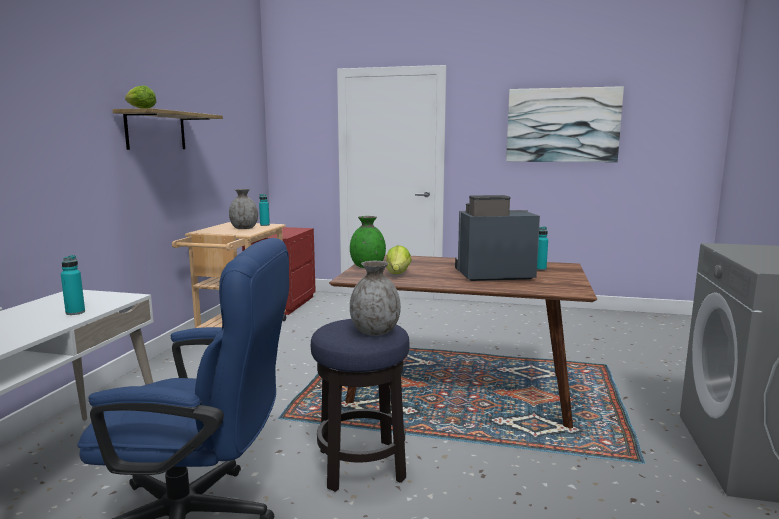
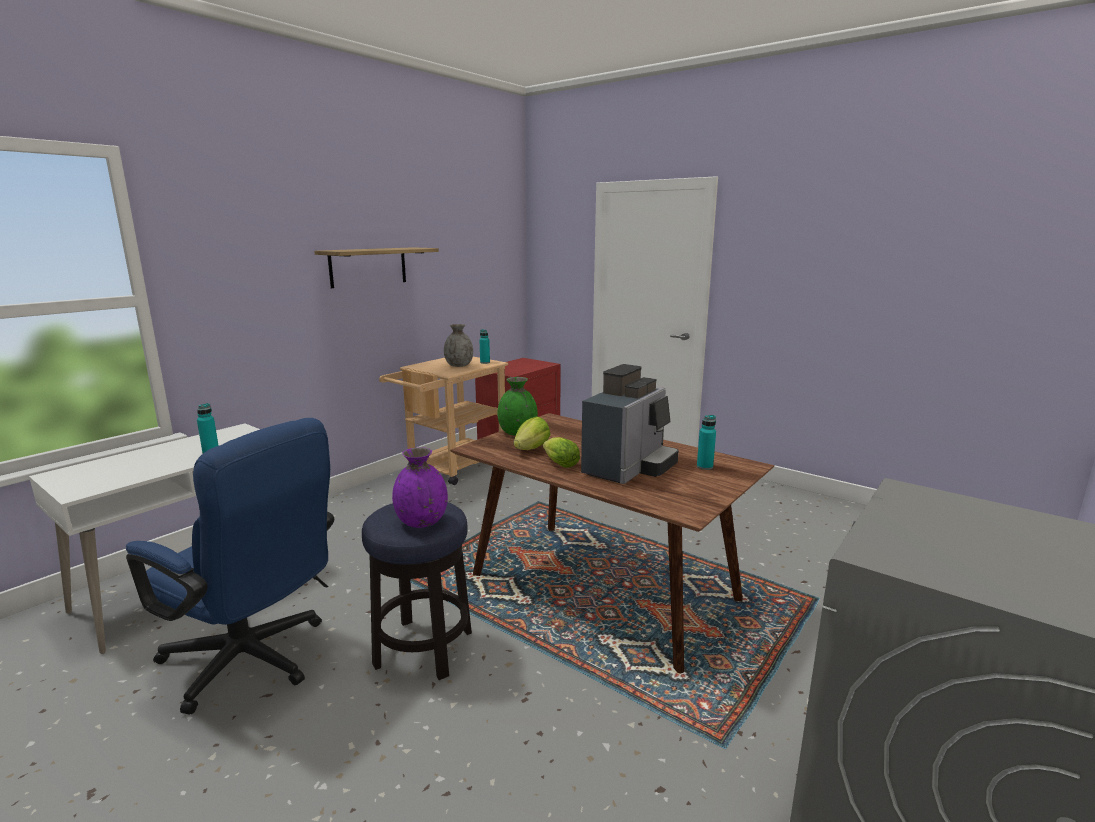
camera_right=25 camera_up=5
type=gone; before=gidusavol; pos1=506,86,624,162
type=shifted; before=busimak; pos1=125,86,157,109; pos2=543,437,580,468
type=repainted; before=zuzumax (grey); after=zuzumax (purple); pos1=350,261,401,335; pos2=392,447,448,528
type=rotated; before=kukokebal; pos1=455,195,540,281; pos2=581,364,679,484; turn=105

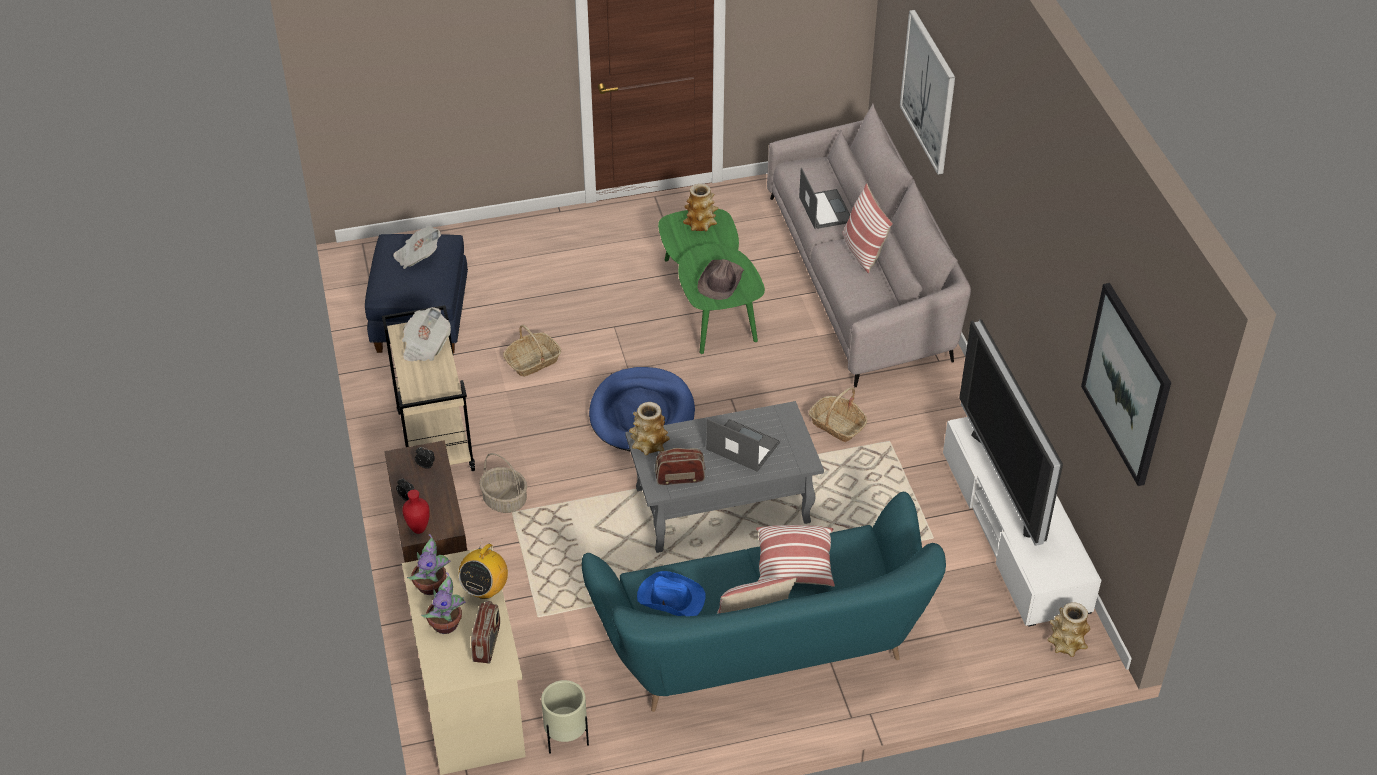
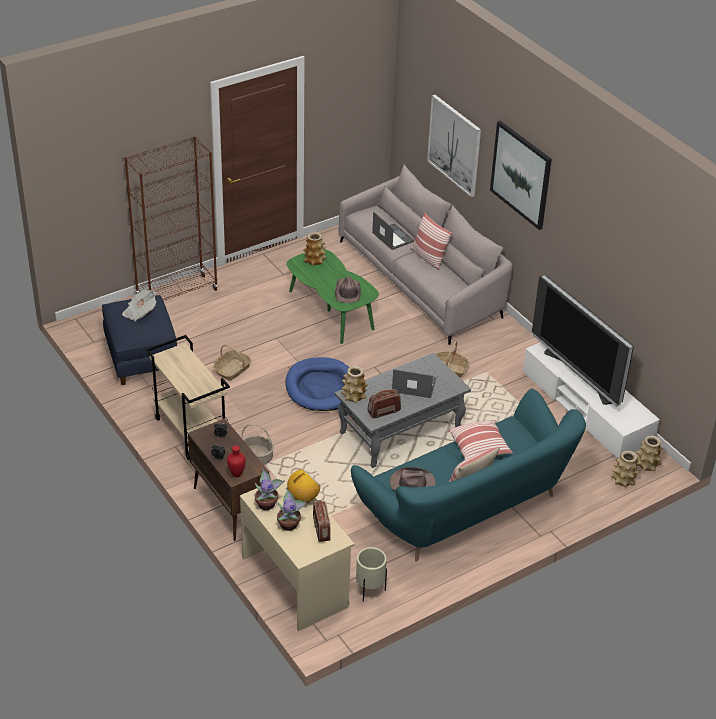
camera_right=-20 camera_up=-5
type=gone; before=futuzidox; pos1=402,307,451,361
type=new; after=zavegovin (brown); pos2=124,136,218,301
type=new; after=zuzumax; pos2=611,451,639,487
type=shifted; before=gidusavol; pos1=1081,283,1171,486; pos2=490,121,552,230
type=repainted; before=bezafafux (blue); after=bezafafux (brown); pos1=637,571,706,616; pos2=390,467,436,490
type=rotated; before=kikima; pos1=459,538,508,599; pos2=287,469,320,504; turn=-135

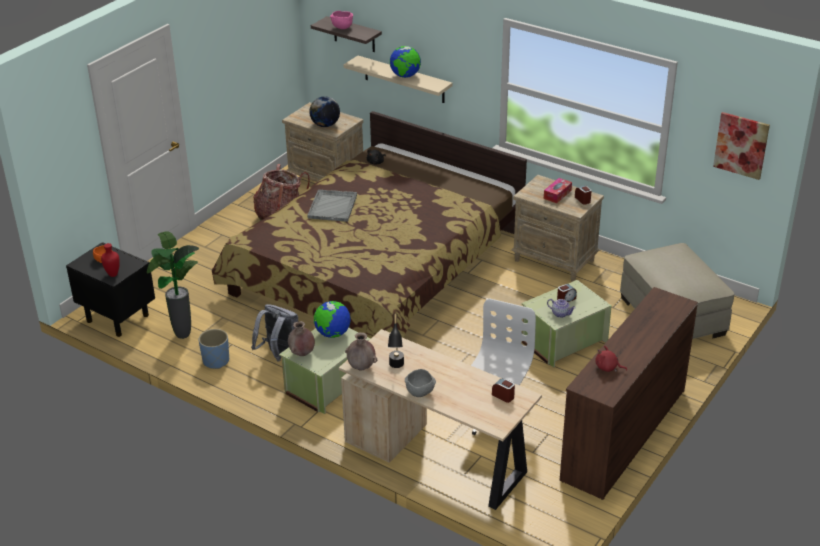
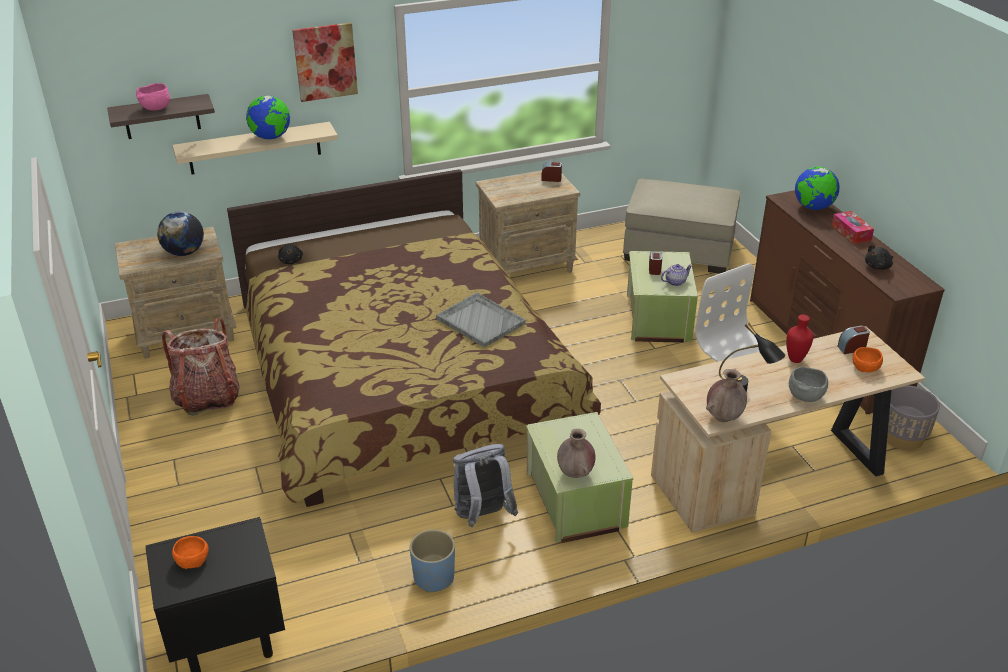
camera_right=-55 camera_up=0
type=gone; before=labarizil; pos1=147,232,199,339
type=new; after=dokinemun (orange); pos2=853,347,883,372
type=new; after=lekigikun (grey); pos2=887,385,940,450
type=shifted; before=zuzumax (red); pos1=101,243,120,277; pos2=786,314,813,363
type=shifted; before=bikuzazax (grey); pos1=307,190,357,222; pos2=436,293,526,347
type=shifted; before=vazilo; pos1=314,301,351,338; pos2=795,167,840,210
type=shifted; before=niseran; pos1=544,178,572,203; pos2=832,211,874,244
type=shifted; before=gidusavol; pos1=713,112,770,180; pos2=292,23,358,102
type=repainted; before=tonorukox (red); after=tonorukox (black); pos1=595,346,627,372; pos2=865,245,893,270

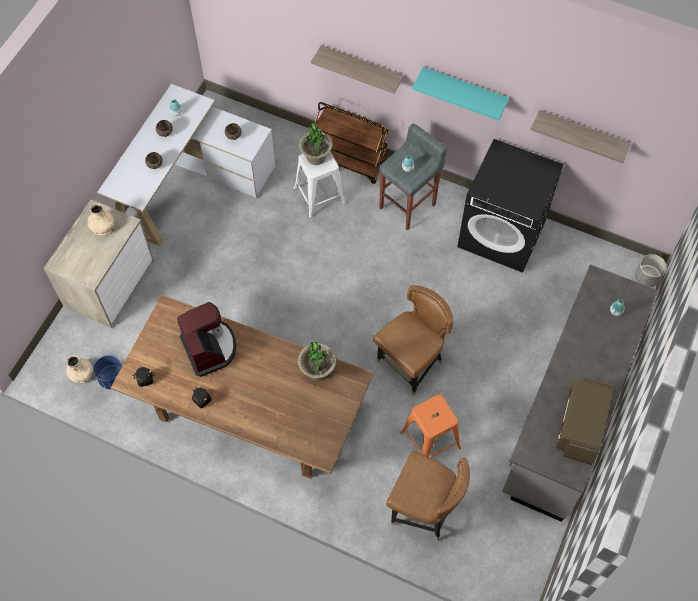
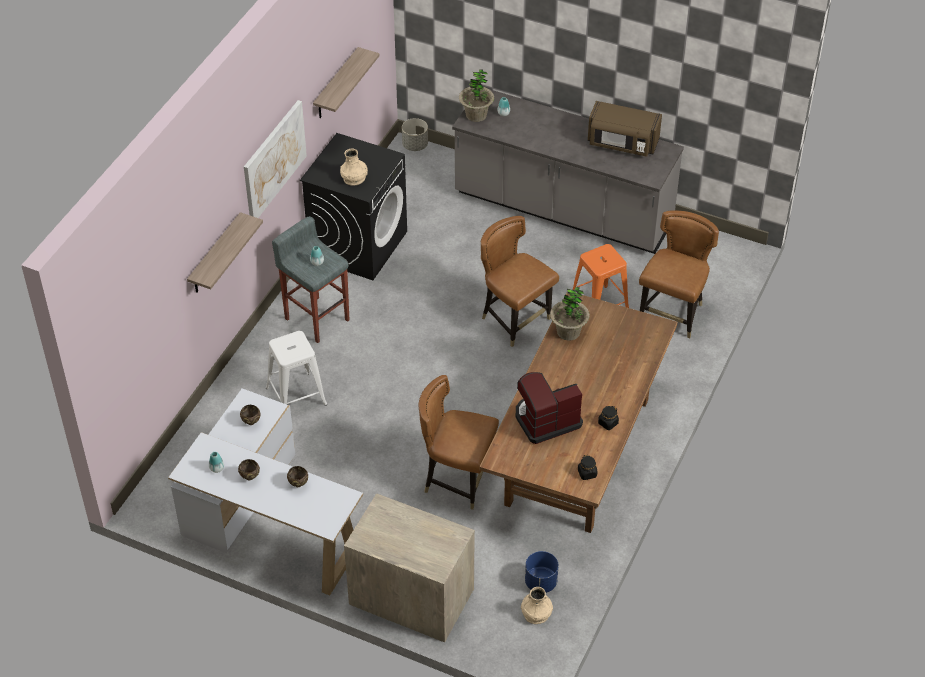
camera_right=-90 camera_up=-15
type=gone; before=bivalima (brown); pos1=315,102,389,184
type=new; after=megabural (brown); pos2=419,375,499,510
type=shifted; before=zuzumax (beige); pos1=88,203,114,236; pos2=340,149,368,186
type=shifted; before=labarizil; pos1=299,123,333,165; pos2=459,69,494,122
type=swapped; before=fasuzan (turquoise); after=gidusavol; pos1=412,67,509,121; pos2=244,100,307,218

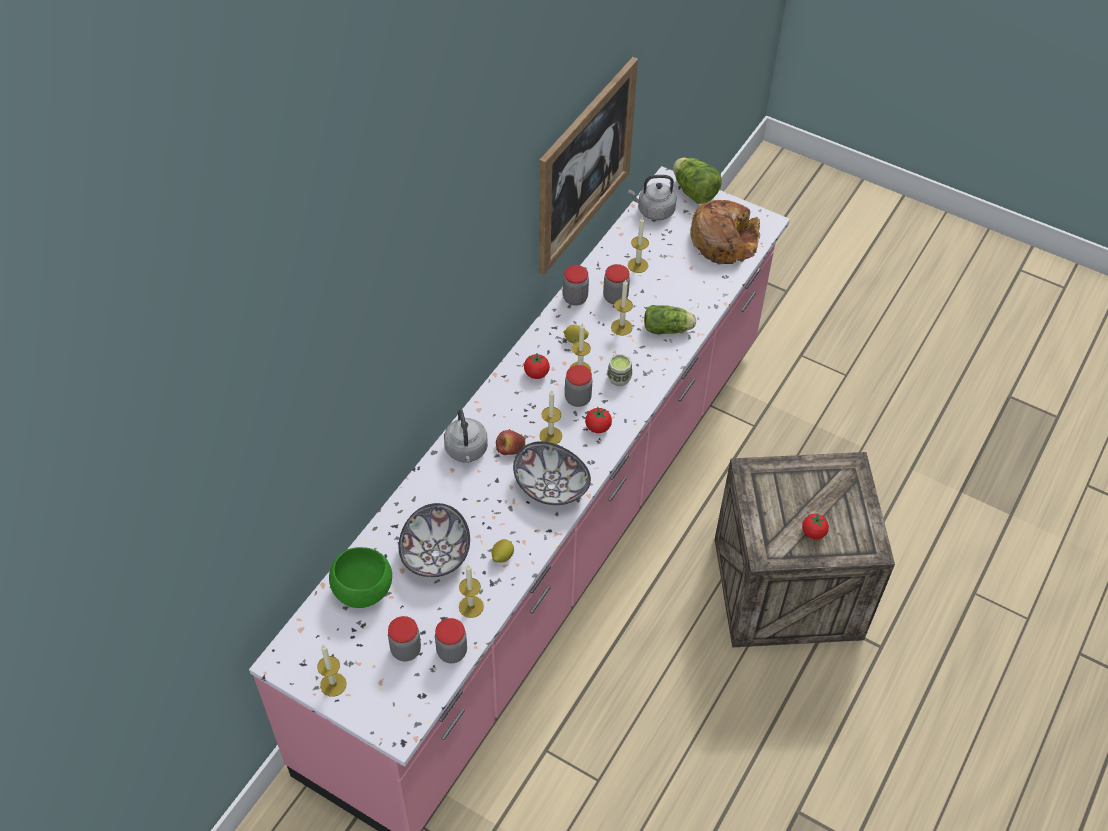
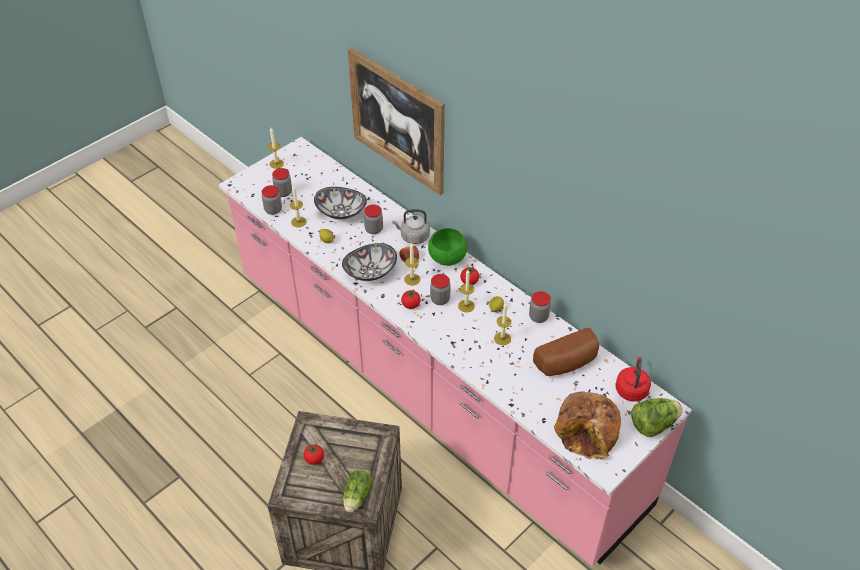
camera_right=105 camera_up=-5
type=gone; before=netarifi; pos1=607,354,632,386
type=shifted; before=dokinemun (green); pos1=329,547,392,608; pos2=428,228,467,266
type=shifted; before=gidusavol; pos1=539,57,638,275; pos2=348,48,445,195
type=shifted; before=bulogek; pos1=603,264,630,304; pos2=364,205,383,234
type=shifted; before=busimak; pos1=644,305,696,334; pos2=343,470,373,513
type=swapped; before=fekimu; after=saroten; pos1=628,216,649,273; pos2=533,328,599,376
type=repainted; before=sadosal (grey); after=sadosal (red); pos1=628,175,677,220; pos2=615,357,651,402

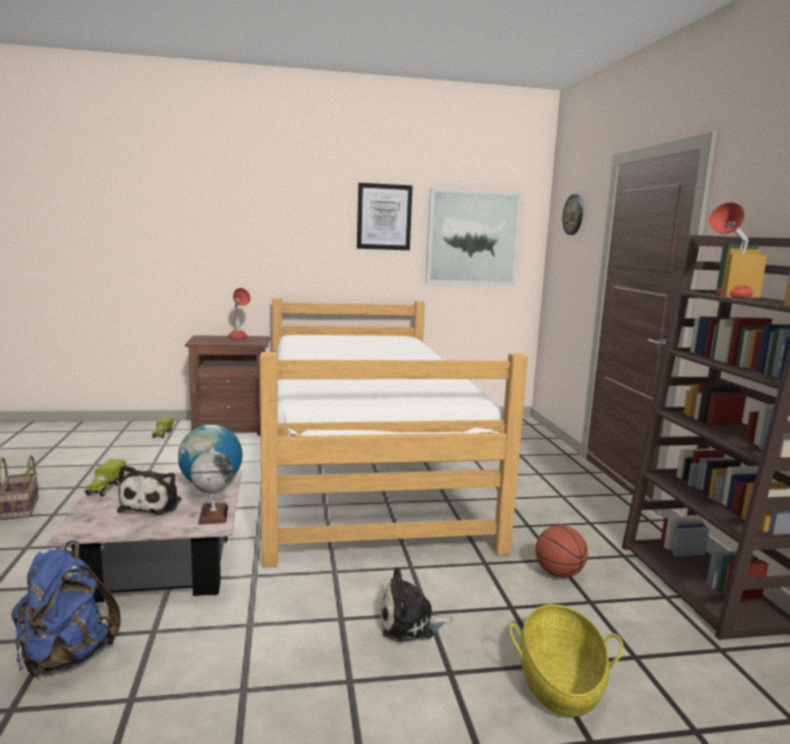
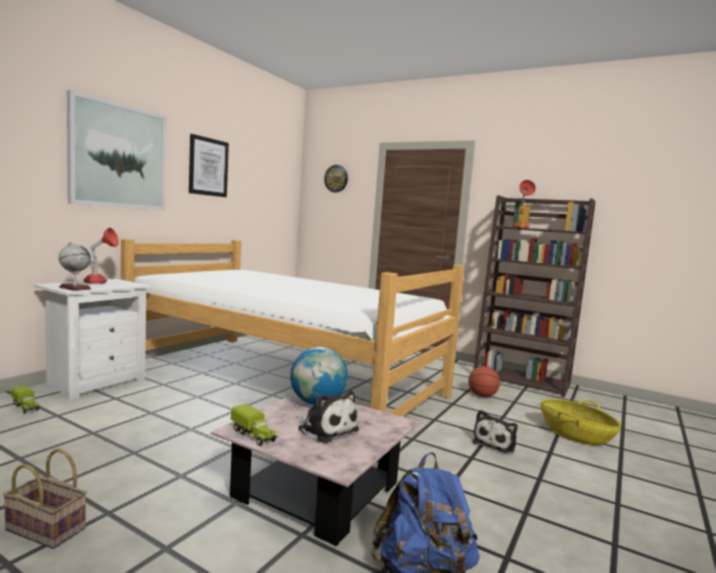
camera_right=-50 camera_up=-5
type=shifted; before=vazilo; pos1=190,447,234,525; pos2=59,242,91,291
type=shifted; before=gidusavol; pos1=425,188,522,286; pos2=67,90,166,211
type=repainted; before=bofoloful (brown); after=bofoloful (white); pos1=185,335,269,436; pos2=34,279,151,400

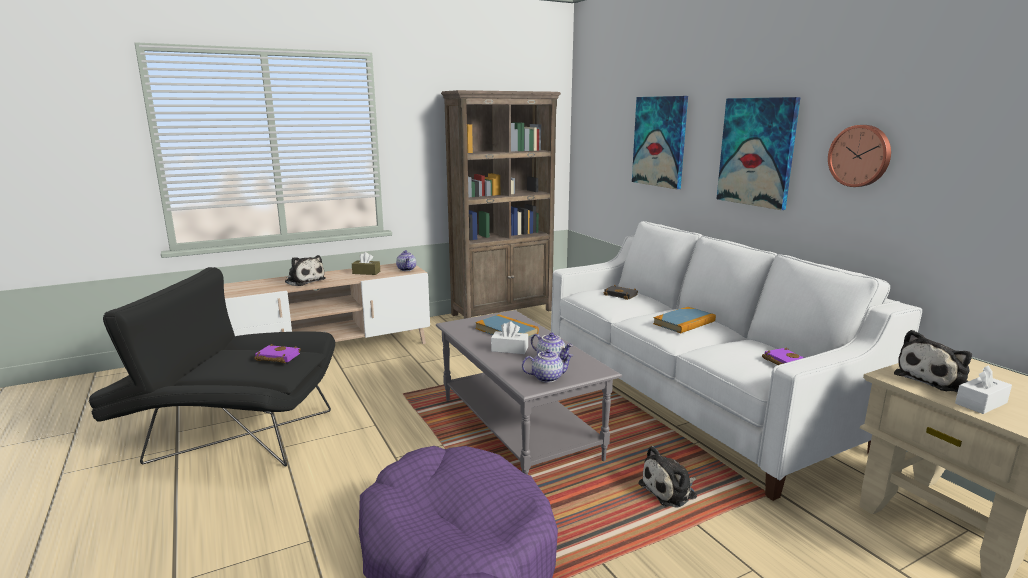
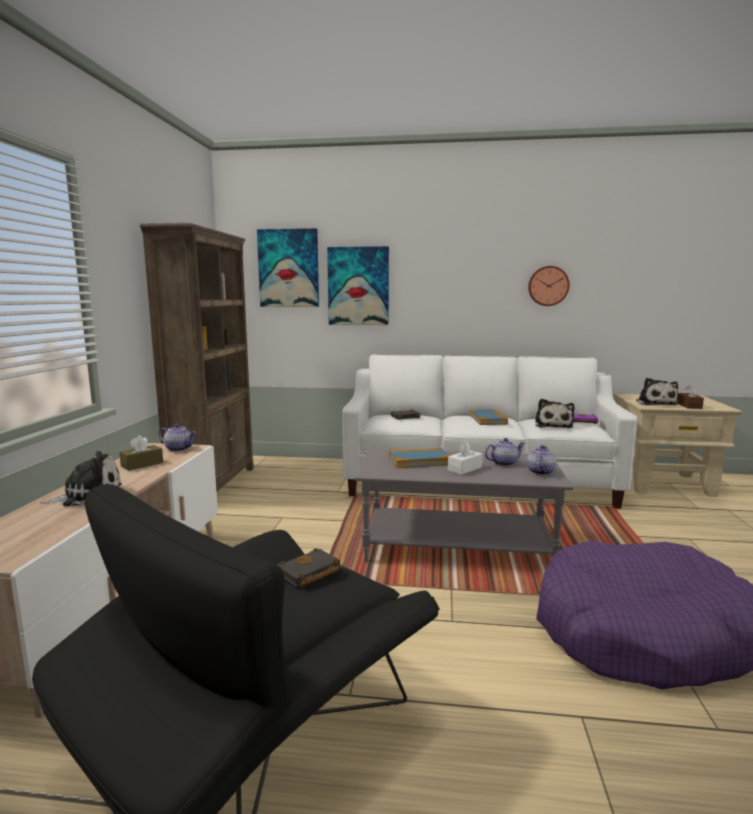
camera_right=-55 camera_up=-5
type=shifted; before=tonorukox; pos1=638,446,697,508; pos2=535,399,575,428
type=shifted; before=gidusavol; pos1=717,97,801,210; pos2=257,228,319,307
type=repainted; before=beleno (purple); after=beleno (black); pos1=254,344,301,363; pos2=277,548,342,588
type=repainted; before=niseran (white); after=niseran (brown); pos1=955,365,1012,414; pos2=677,385,704,409

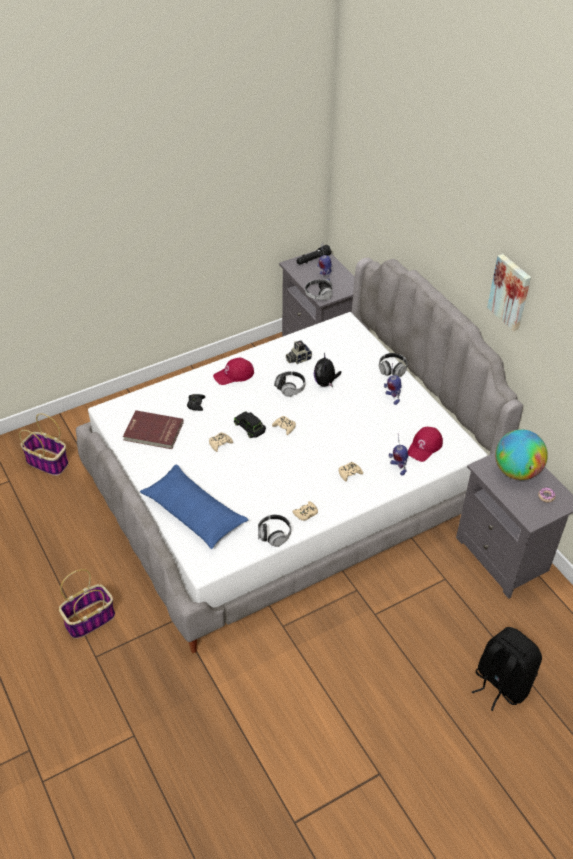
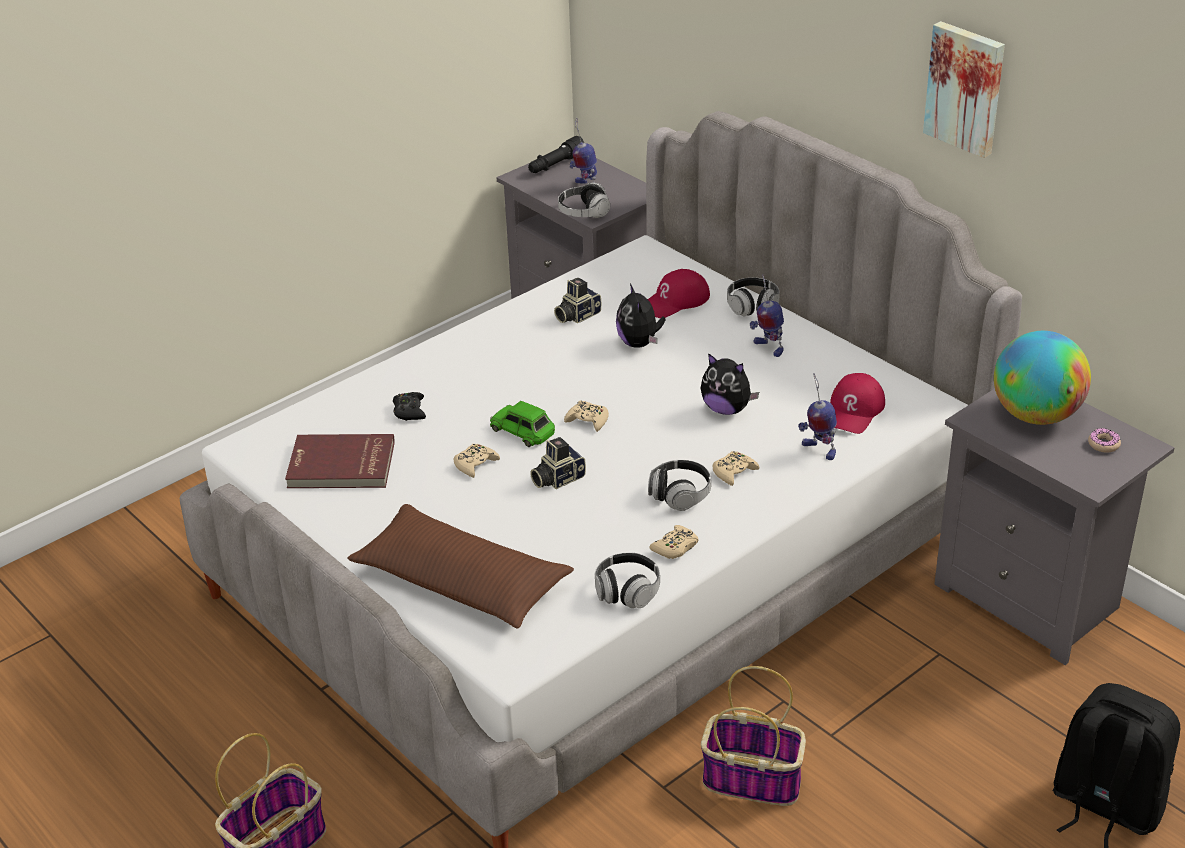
camera_right=-10 camera_up=-10
type=new; after=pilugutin; pos2=530,437,586,489
type=new; after=tonorukox; pos2=700,353,759,415
type=shifted; before=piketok; pos1=19,413,69,476; pos2=701,666,806,806
type=shifted; before=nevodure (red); pos1=213,358,254,385; pos2=648,269,710,318
type=shifted; before=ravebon; pos1=274,371,305,397; pos2=648,460,711,511
type=repainted; before=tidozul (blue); after=tidozul (brown); pos1=140,465,249,549; pos2=347,504,574,629
type=repainted; before=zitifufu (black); after=zitifufu (green); pos1=234,411,266,438; pos2=490,401,555,447

